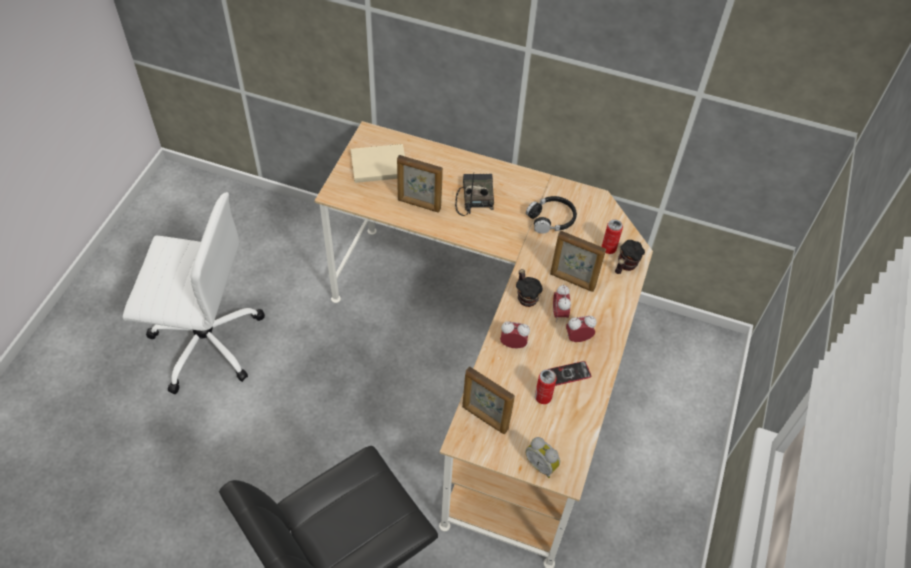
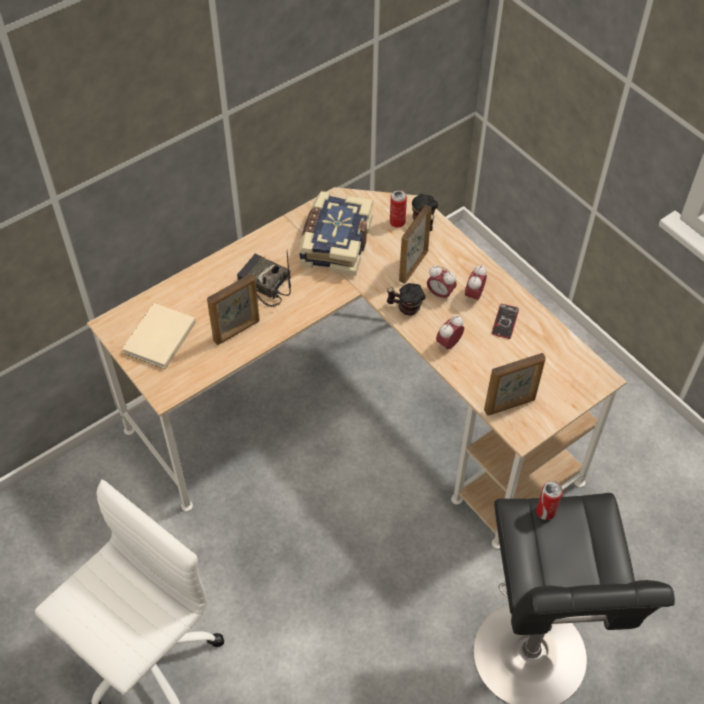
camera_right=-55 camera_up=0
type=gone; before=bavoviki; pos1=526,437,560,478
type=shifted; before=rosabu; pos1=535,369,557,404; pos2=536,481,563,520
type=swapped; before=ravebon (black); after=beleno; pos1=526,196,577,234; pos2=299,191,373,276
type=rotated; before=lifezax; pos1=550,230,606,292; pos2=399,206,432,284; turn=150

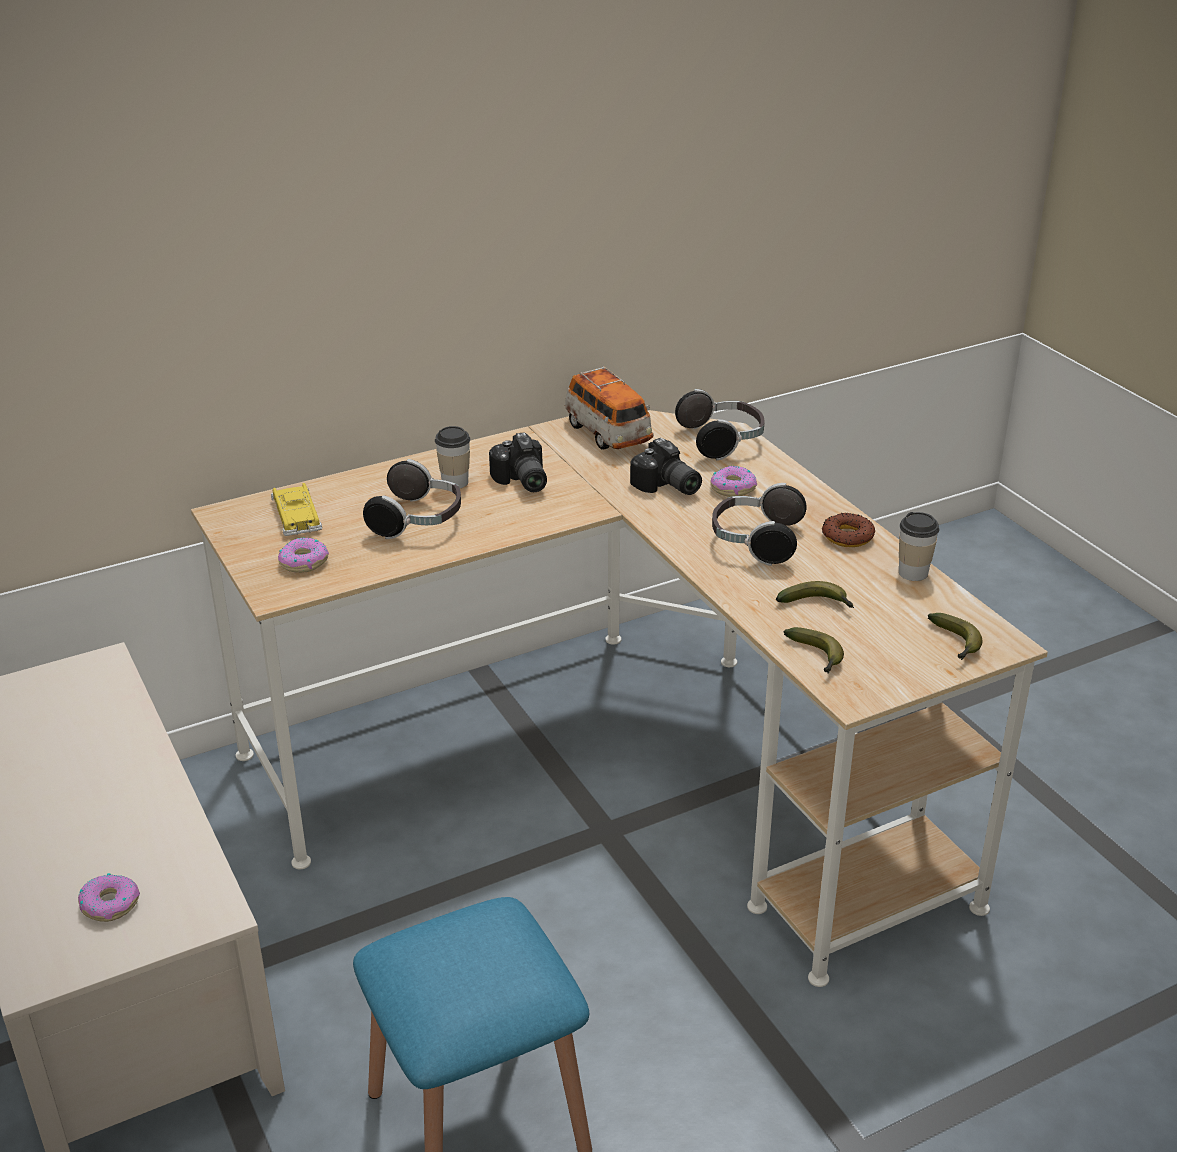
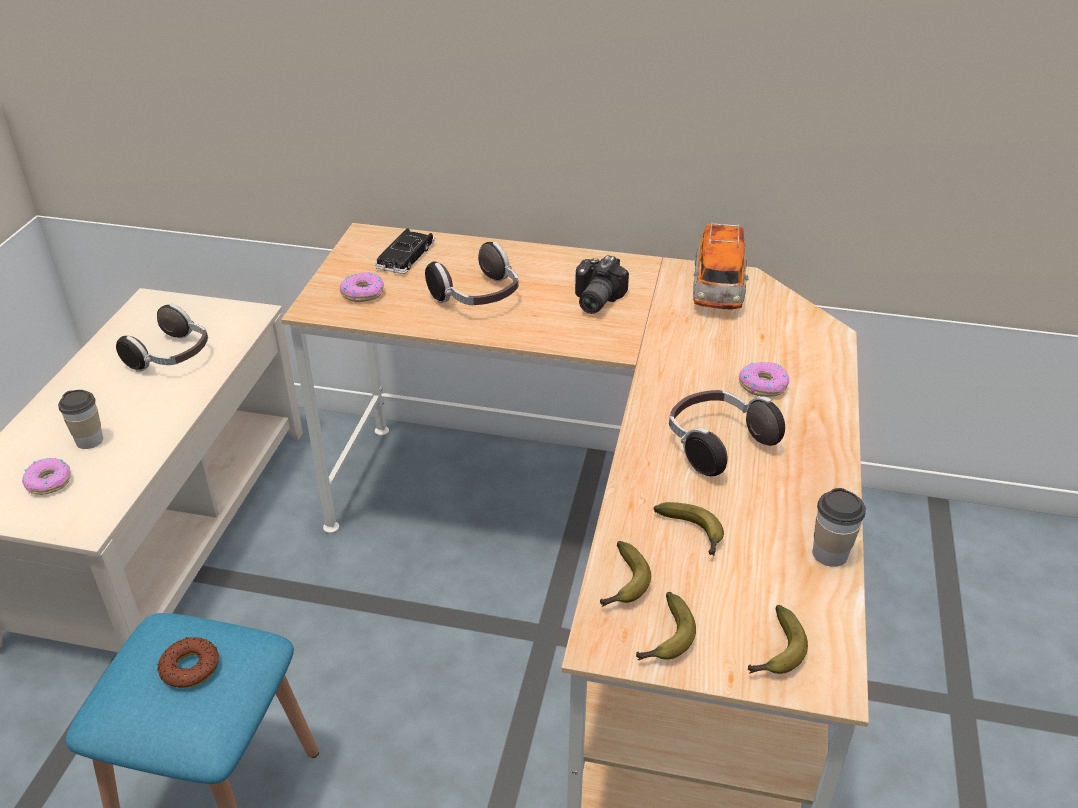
camera_right=40 camera_up=5
type=gone; before=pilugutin; pos1=630,438,702,495
type=new; after=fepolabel; pos2=636,592,696,660
type=shifted; before=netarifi; pos1=435,426,471,488; pos2=58,390,103,449
type=shifted; before=ravebon; pos1=675,389,765,461; pos2=116,304,208,372
type=shifted; before=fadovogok; pos1=822,513,875,547; pos2=157,637,219,688
type=repainted; before=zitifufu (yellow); after=zitifufu (black); pos1=271,483,322,536; pos2=375,228,435,274

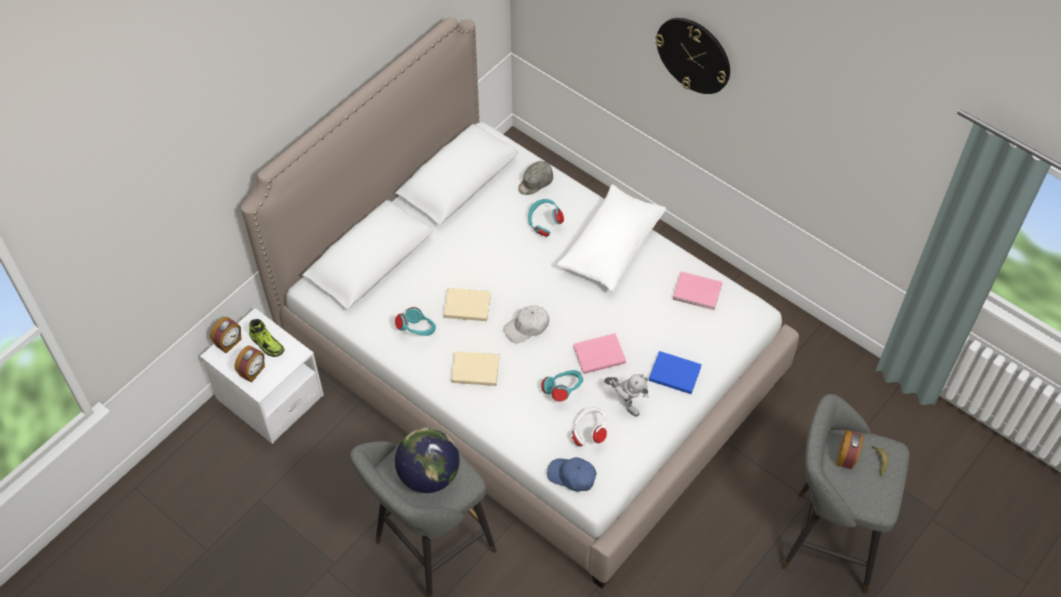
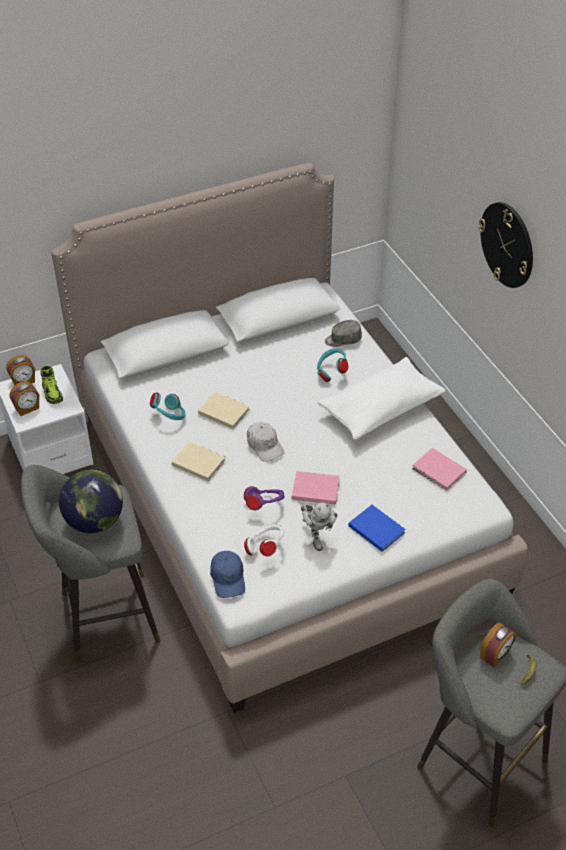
camera_right=25 camera_up=-10
type=repainted; before=ravebon (turquoise); after=ravebon (purple); pos1=541,370,583,401; pos2=244,486,284,510
type=rotated; before=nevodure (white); pos1=504,305,549,343; pos2=247,422,284,462; turn=-120
type=rotated; before=nevodure (blue); pos1=547,457,597,492; pos2=210,551,245,598; turn=-150

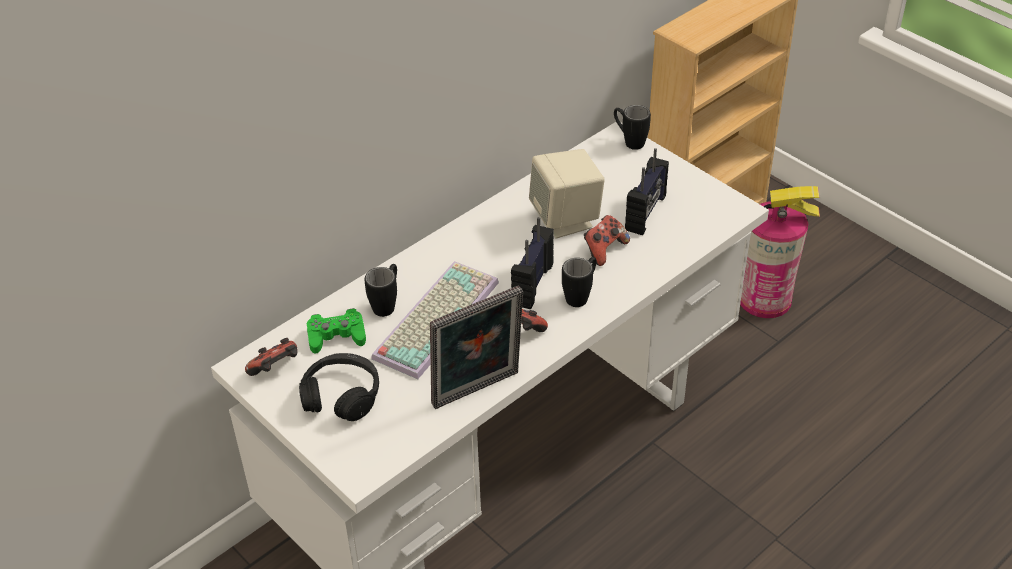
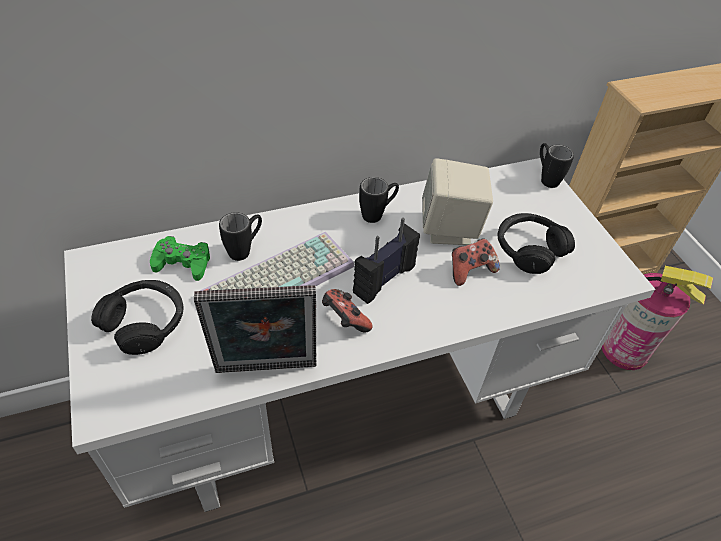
camera_right=20 camera_up=5
type=gone; before=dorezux; pos1=245,338,297,376
type=shifted; before=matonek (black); pos1=562,257,597,307; pos2=359,177,399,223
type=swapped; before=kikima; after=ravebon (black); pos1=625,148,669,235; pos2=498,213,575,274

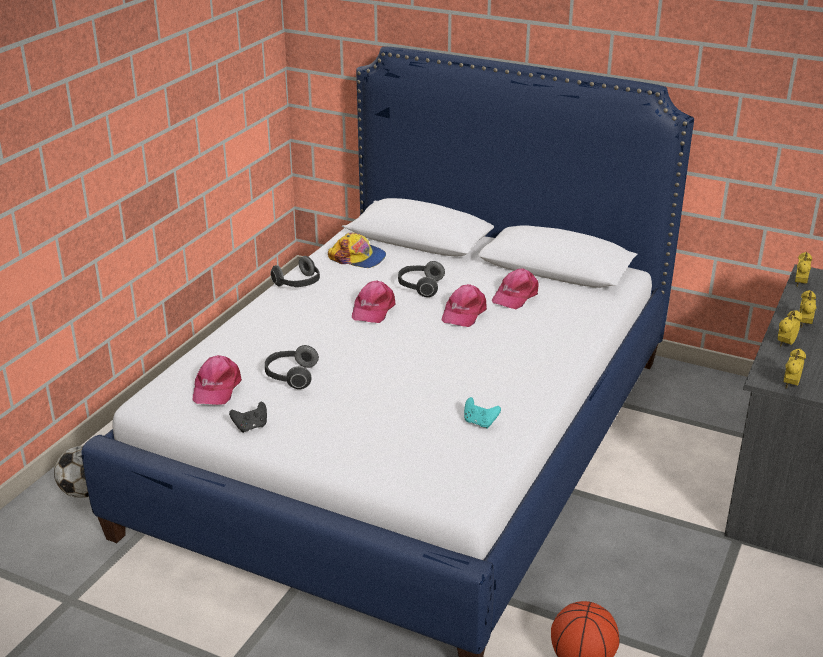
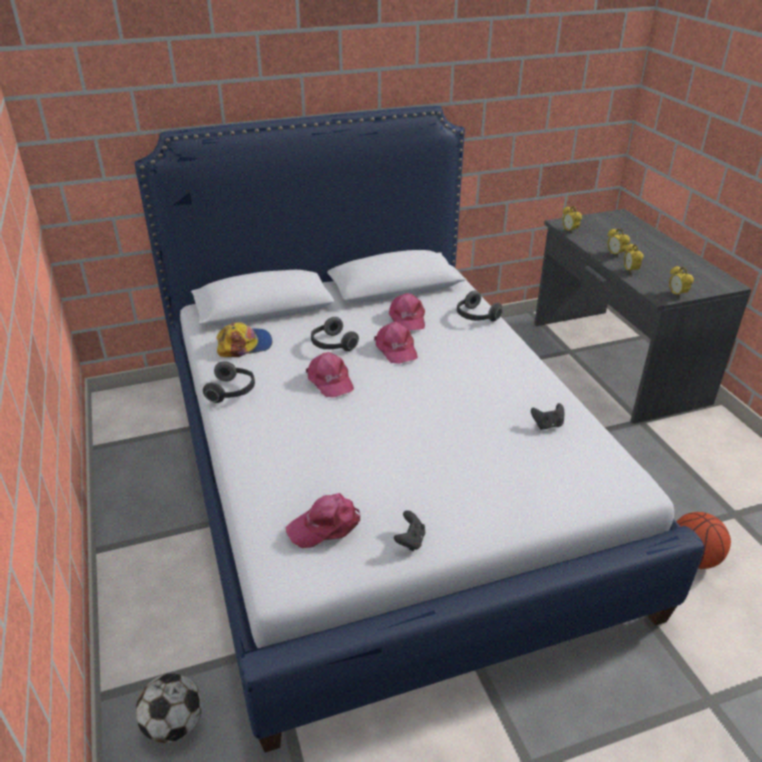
camera_right=-45 camera_up=5
type=shifted; before=ravebon; pos1=265,345,319,389; pos2=457,291,503,322
type=repainted; before=dorezux (turquoise); after=dorezux (black); pos1=464,397,501,429; pos2=531,403,564,430
type=rotated; before=nevodure (pink); pos1=193,355,242,405; pos2=286,493,360,548; turn=105

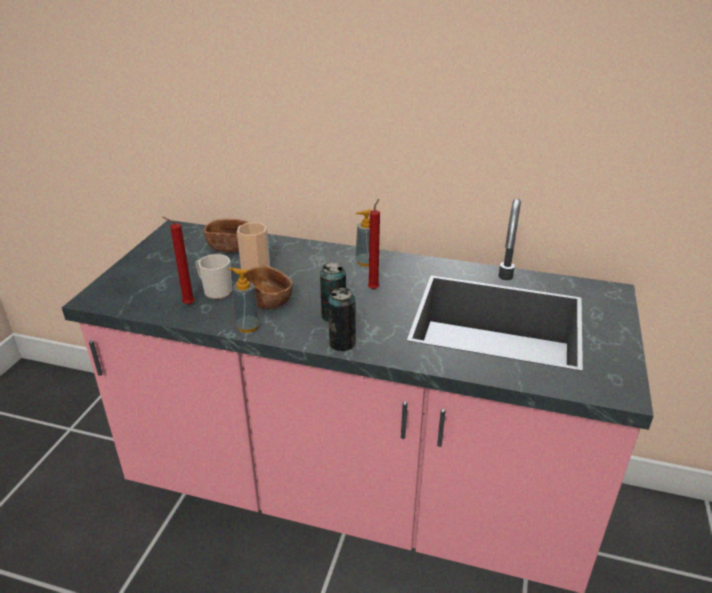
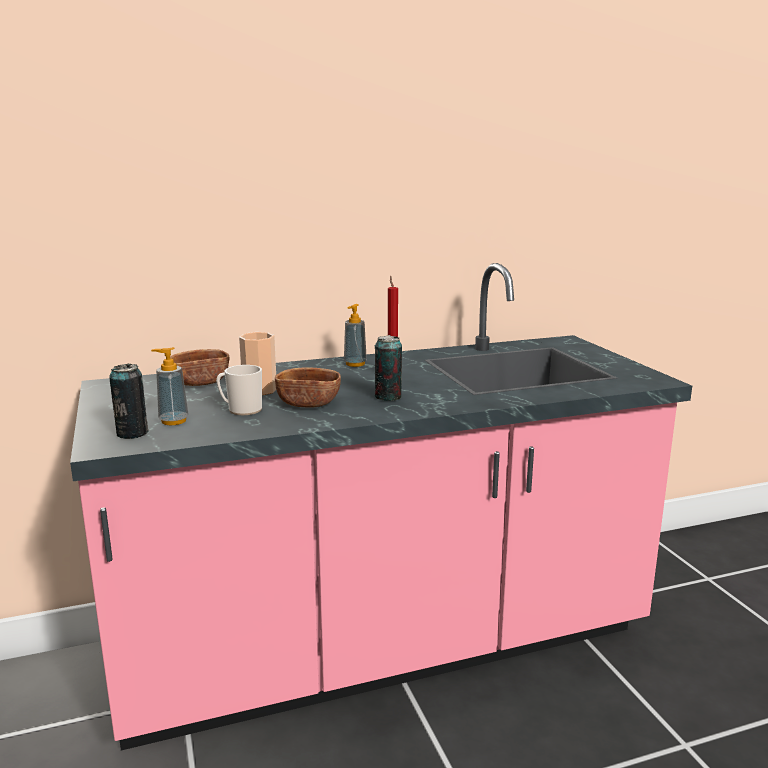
camera_right=-35 camera_up=-15
type=gone; before=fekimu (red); pos1=162,217,195,305
type=shifted; before=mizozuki; pos1=229,268,260,333; pos2=151,347,189,425
type=shifted; before=rosabu; pos1=328,288,356,352; pos2=109,364,149,439

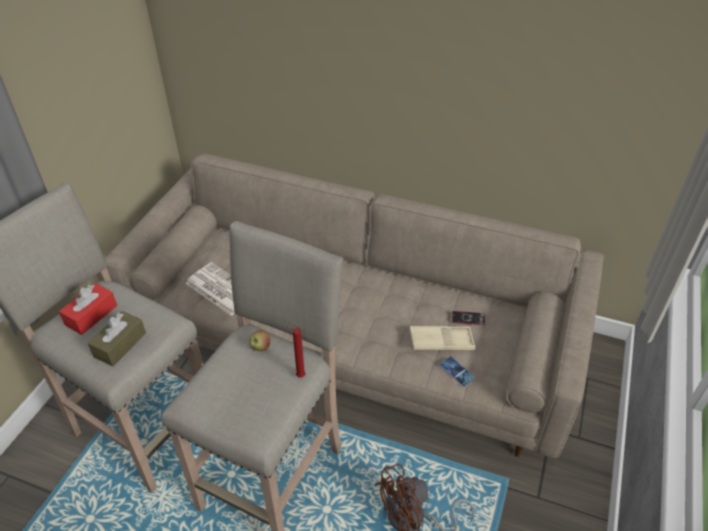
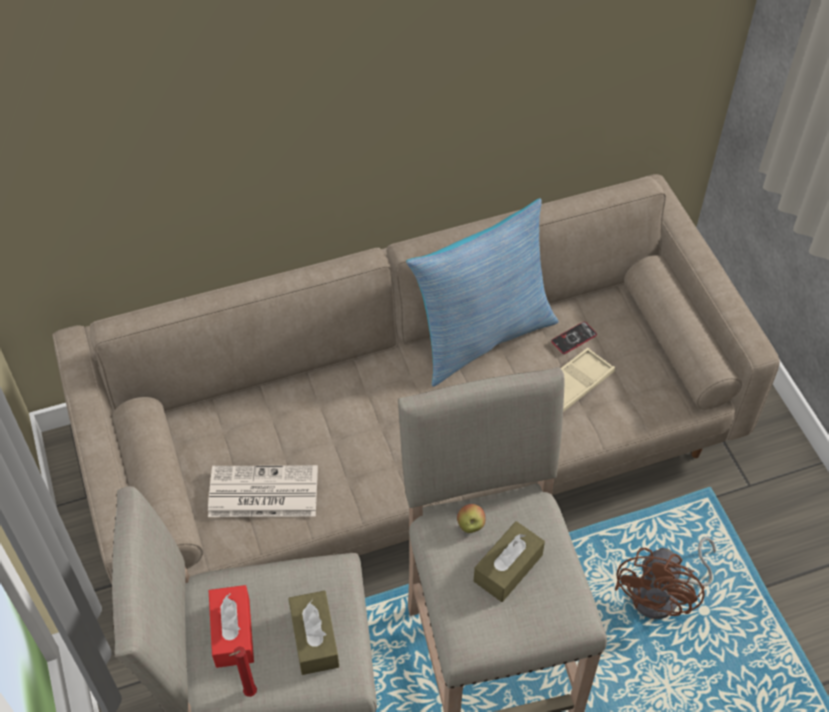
camera_right=-40 camera_up=10
type=gone; before=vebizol; pos1=440,356,475,387
type=new; after=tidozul; pos2=406,198,559,387
type=new; after=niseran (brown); pos2=474,521,545,602
type=shifted; before=fekimu (red); pos1=288,326,306,378; pos2=229,647,257,697

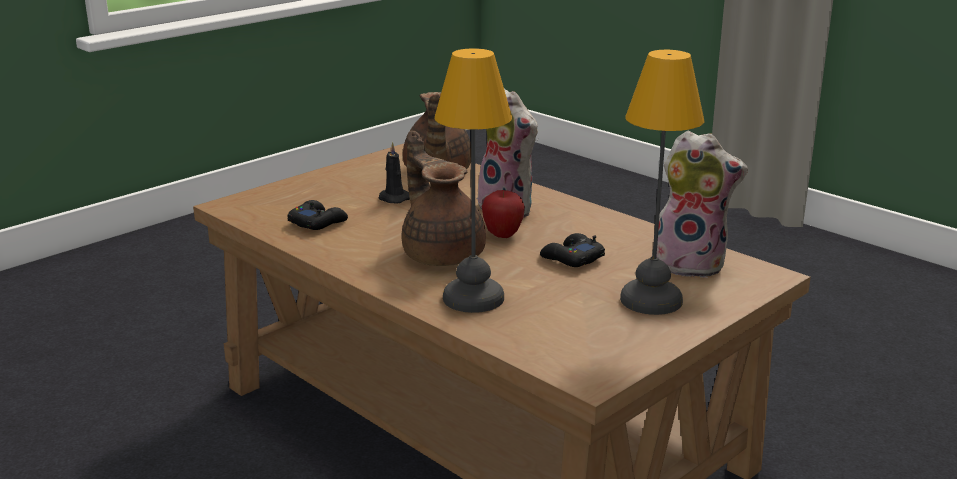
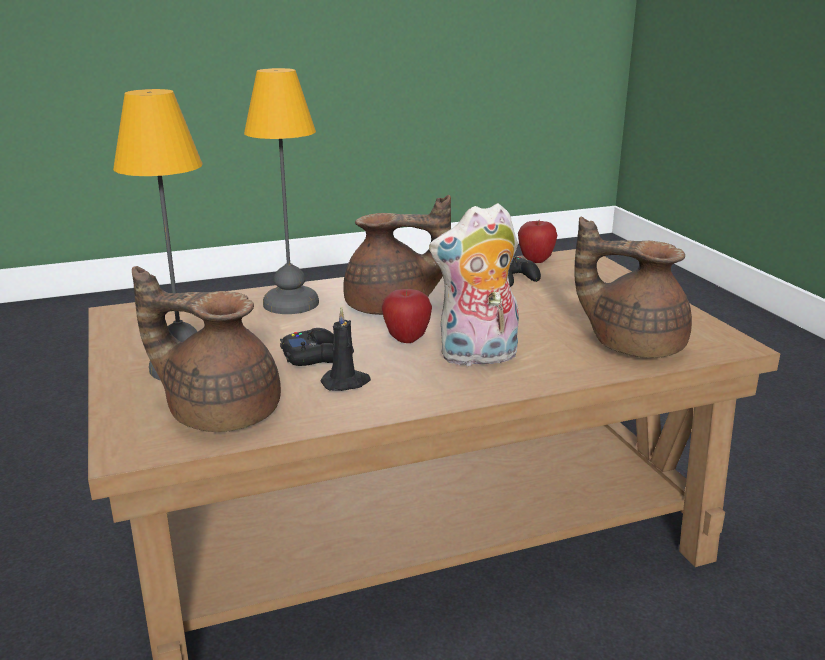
camera_right=115 camera_up=0
type=new; after=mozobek; pos2=518,221,557,263
type=shifted; before=fekimu (black); pos1=378,142,410,204; pos2=321,306,371,391
type=swapped; before=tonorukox; after=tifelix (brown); pos1=652,131,748,278; pos2=132,266,281,432

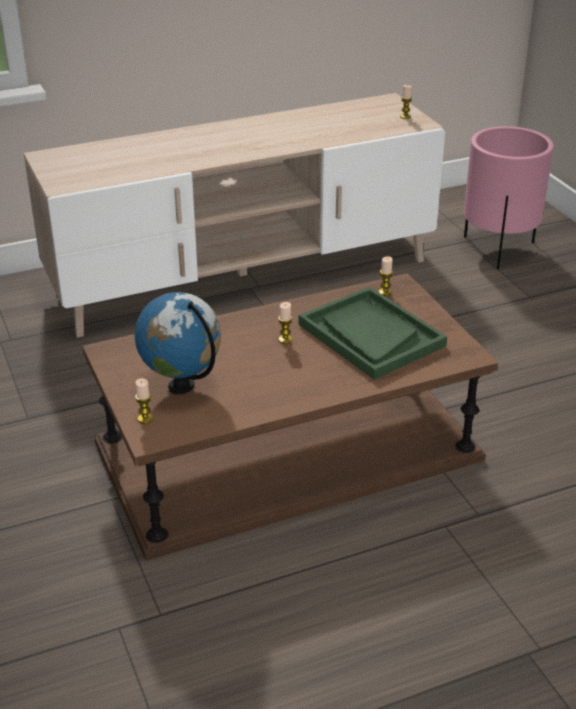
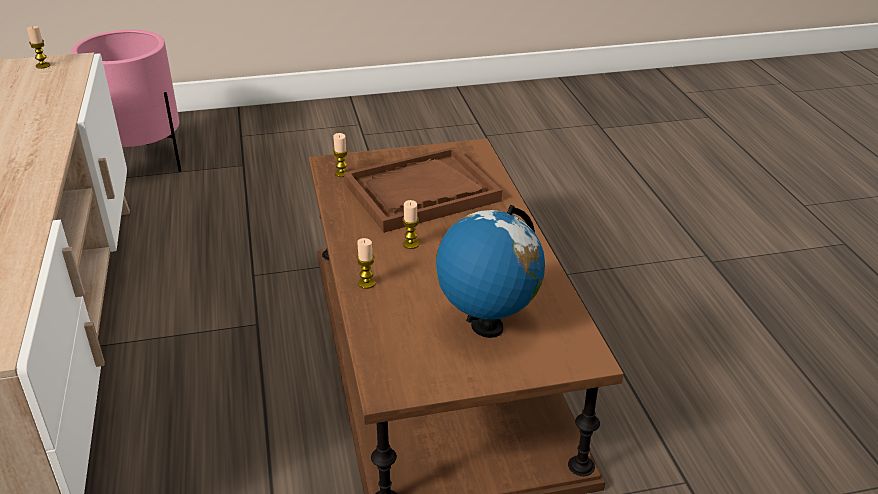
camera_right=-80 camera_up=0
type=shifted; before=fekimu; pos1=135,378,153,424; pos2=357,238,376,289
type=repainted; before=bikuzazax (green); after=bikuzazax (brown); pos1=299,287,447,380; pos2=344,147,502,233

